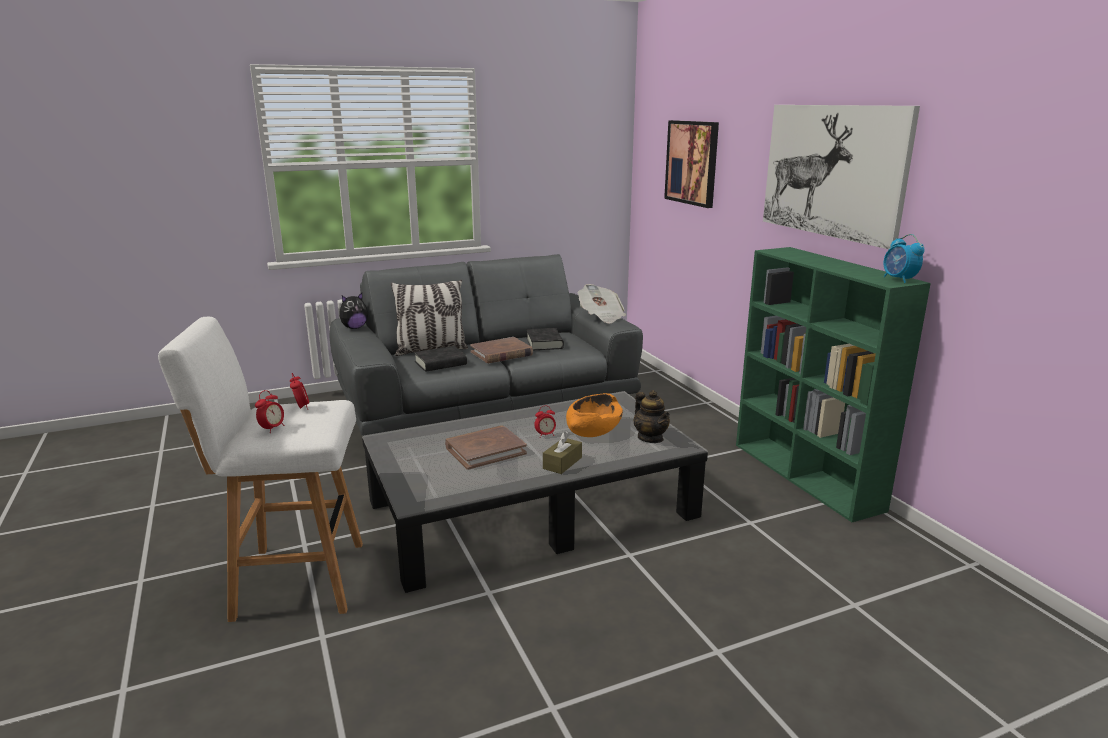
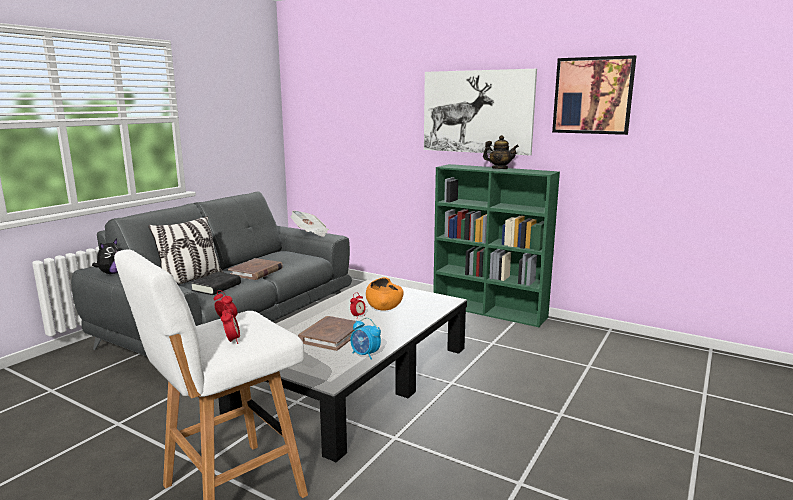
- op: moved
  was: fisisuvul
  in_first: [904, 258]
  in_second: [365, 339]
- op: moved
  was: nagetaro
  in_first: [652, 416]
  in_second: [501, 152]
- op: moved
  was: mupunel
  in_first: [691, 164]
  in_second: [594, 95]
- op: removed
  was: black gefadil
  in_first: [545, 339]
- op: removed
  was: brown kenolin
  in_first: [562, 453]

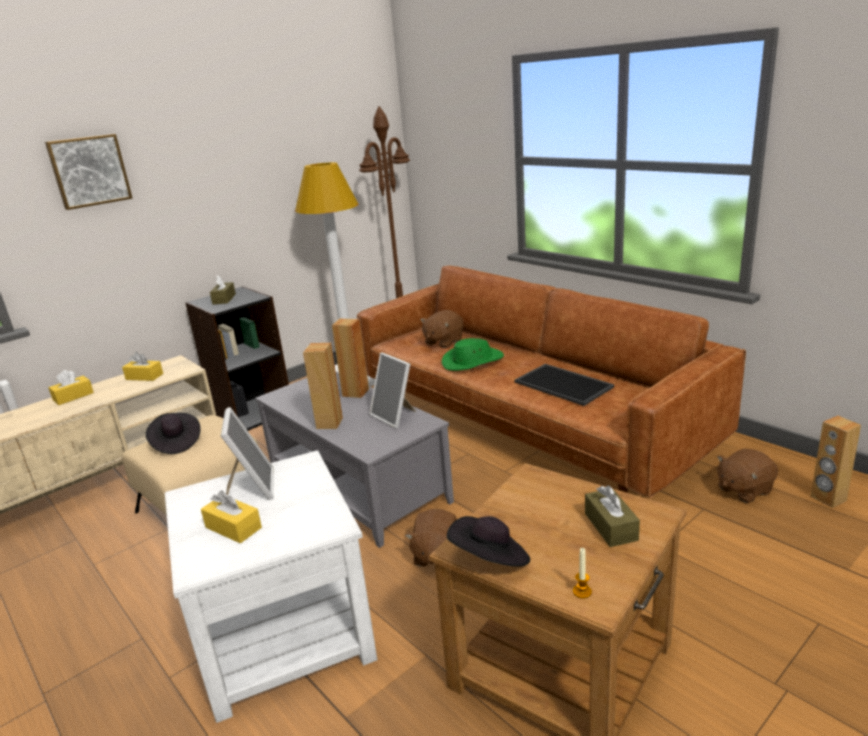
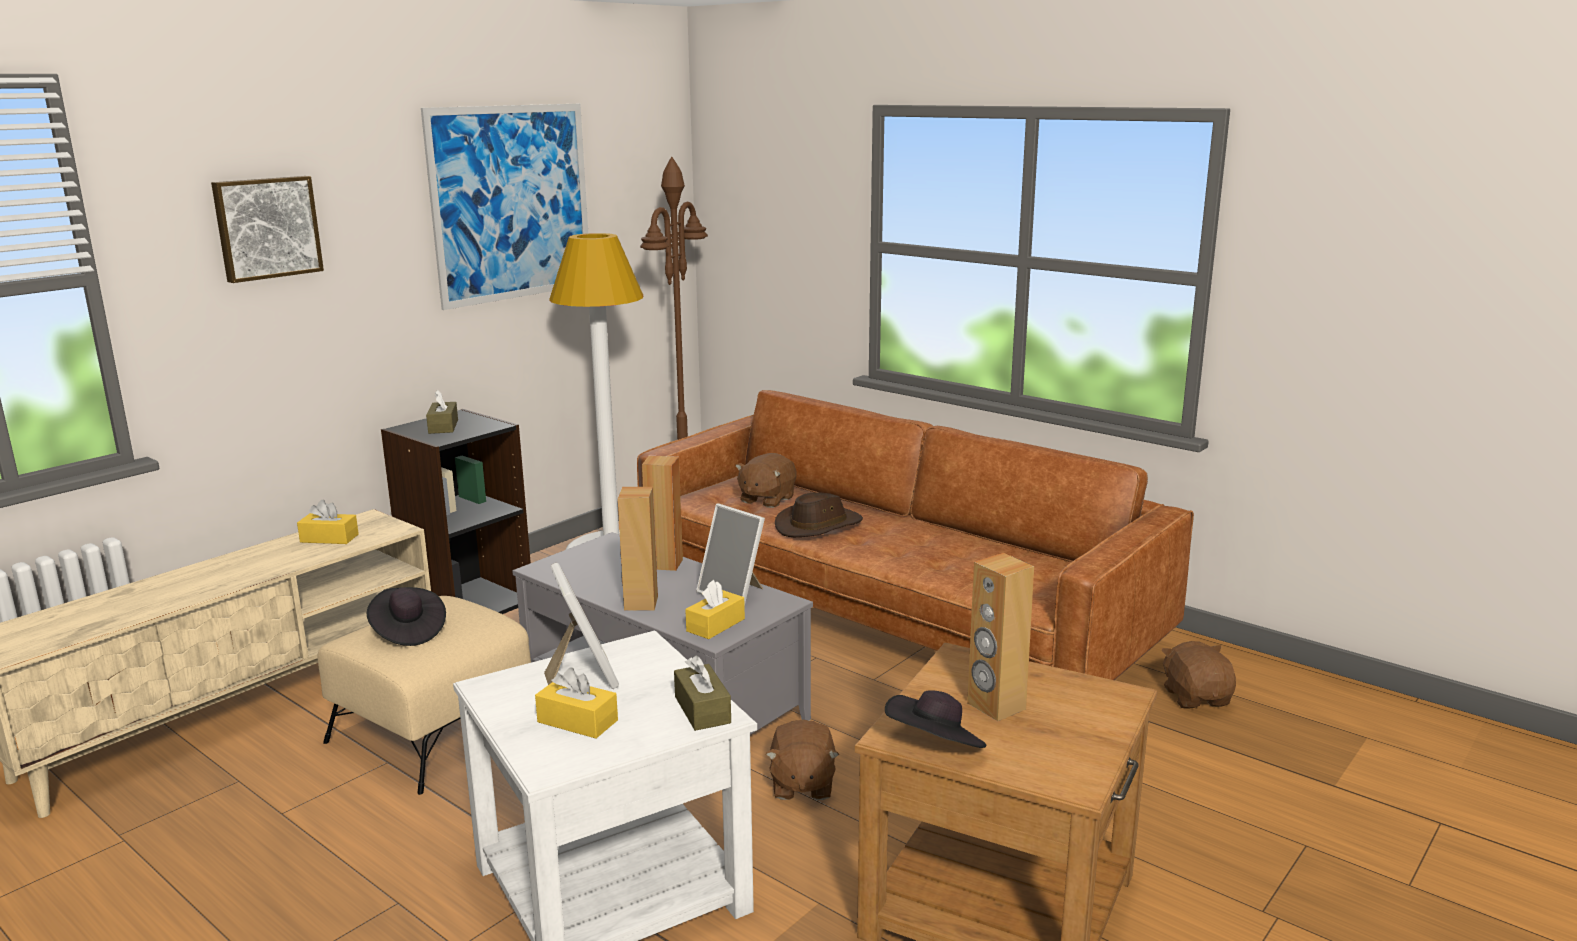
- op: added
  now: mupunel
  in_second: [504, 207]
- op: moved
  was: brown kenolin
  in_first: [612, 516]
  in_second: [702, 693]
- op: moved
  was: yellow kenolin
  in_first: [71, 387]
  in_second: [715, 609]
- op: recoloured
  was: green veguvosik
  now: brown veguvosik
  in_first: [473, 354]
  in_second: [819, 514]
- op: moved
  was: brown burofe
  in_first: [835, 462]
  in_second: [1000, 637]
- op: turned
  was: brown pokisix
  in_first: [747, 475]
  in_second: [1198, 675]
  clockwise: 120
- op: removed
  was: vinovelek
  in_first: [564, 385]
- op: removed
  was: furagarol
  in_first: [582, 573]

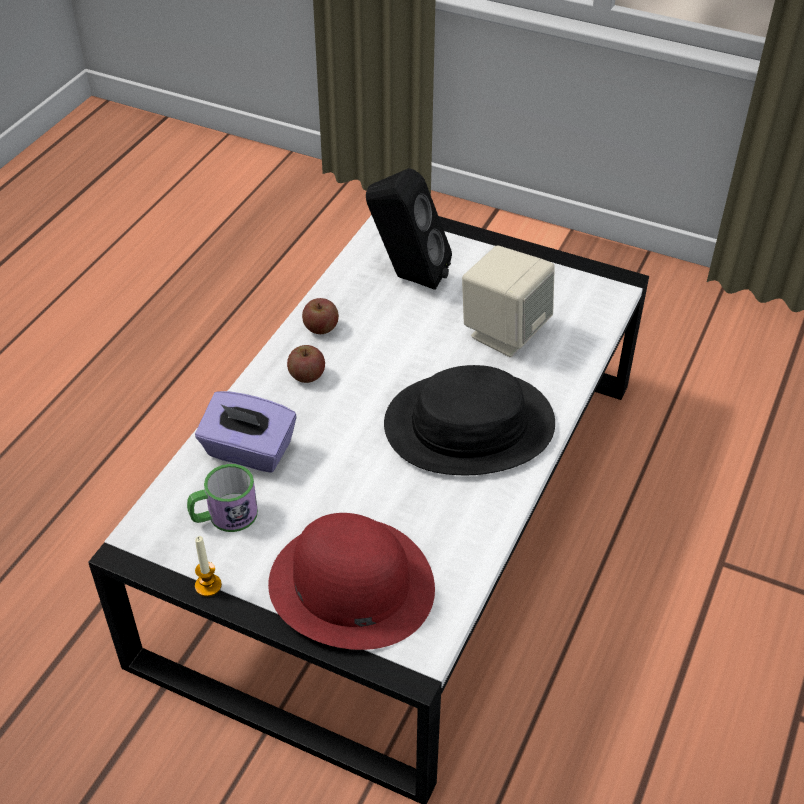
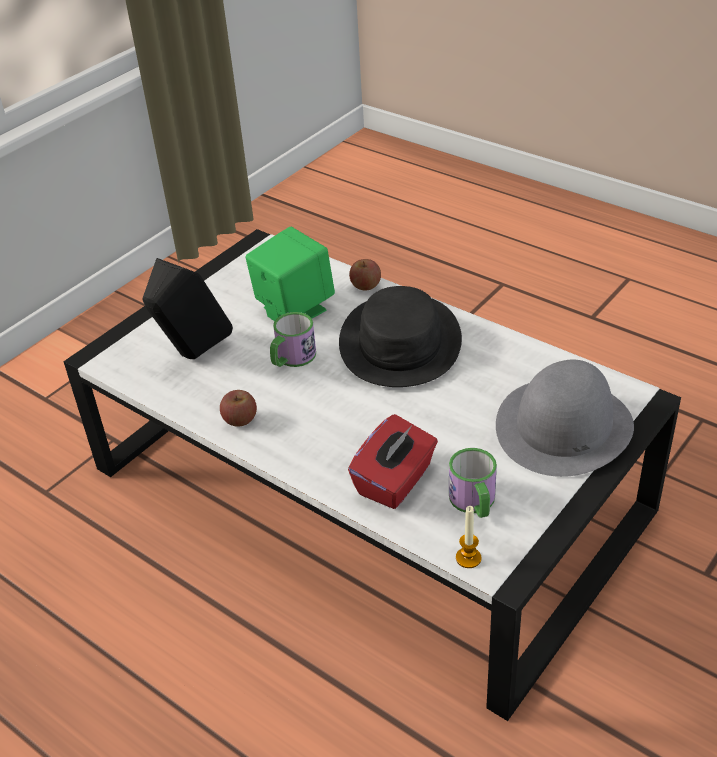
- op: recoloured
  was: beige burofe
  now: green burofe
  in_first: [508, 301]
  in_second: [290, 274]
- op: added
  now: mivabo
  in_second: [293, 339]
- op: recoloured
  was: purple kenolin
  now: red kenolin
  in_first: [246, 432]
  in_second: [393, 461]
- op: moved
  was: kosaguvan
  in_first: [306, 364]
  in_second: [365, 275]
- op: moved
  was: furagarol
  in_first: [208, 566]
  in_second: [469, 537]
- op: recoloured
  was: red veguvosik
  now: grey veguvosik
  in_first: [351, 581]
  in_second: [565, 418]

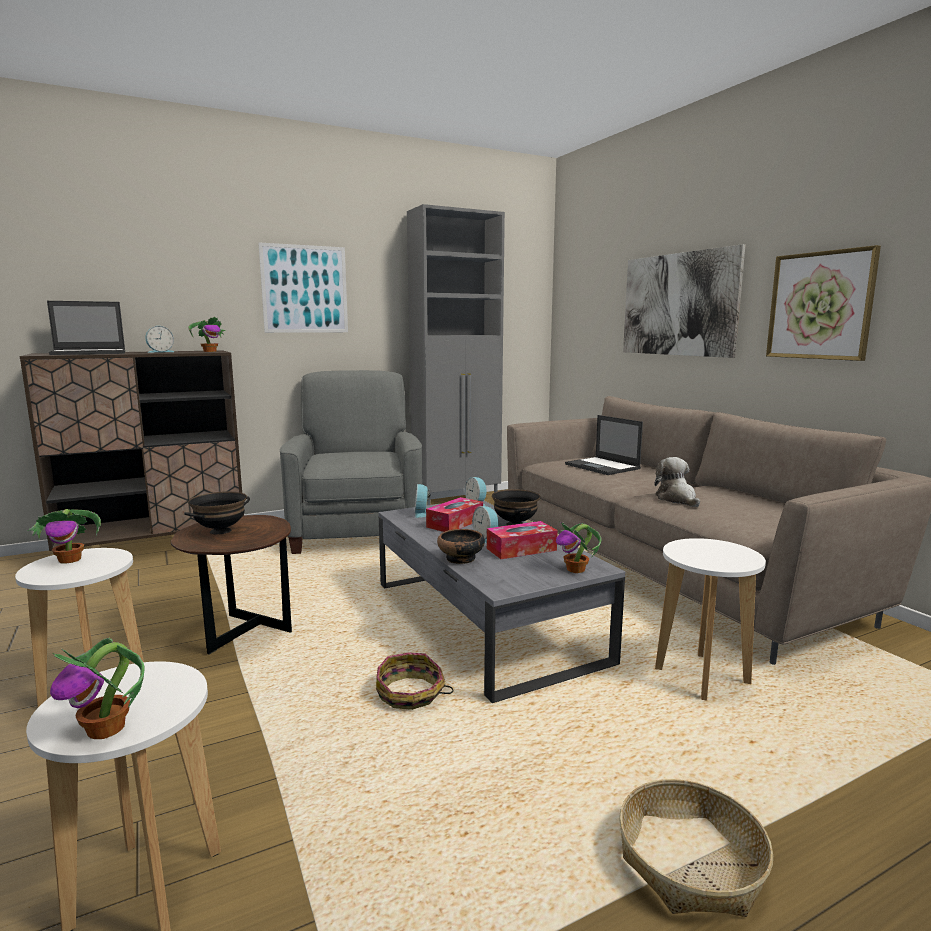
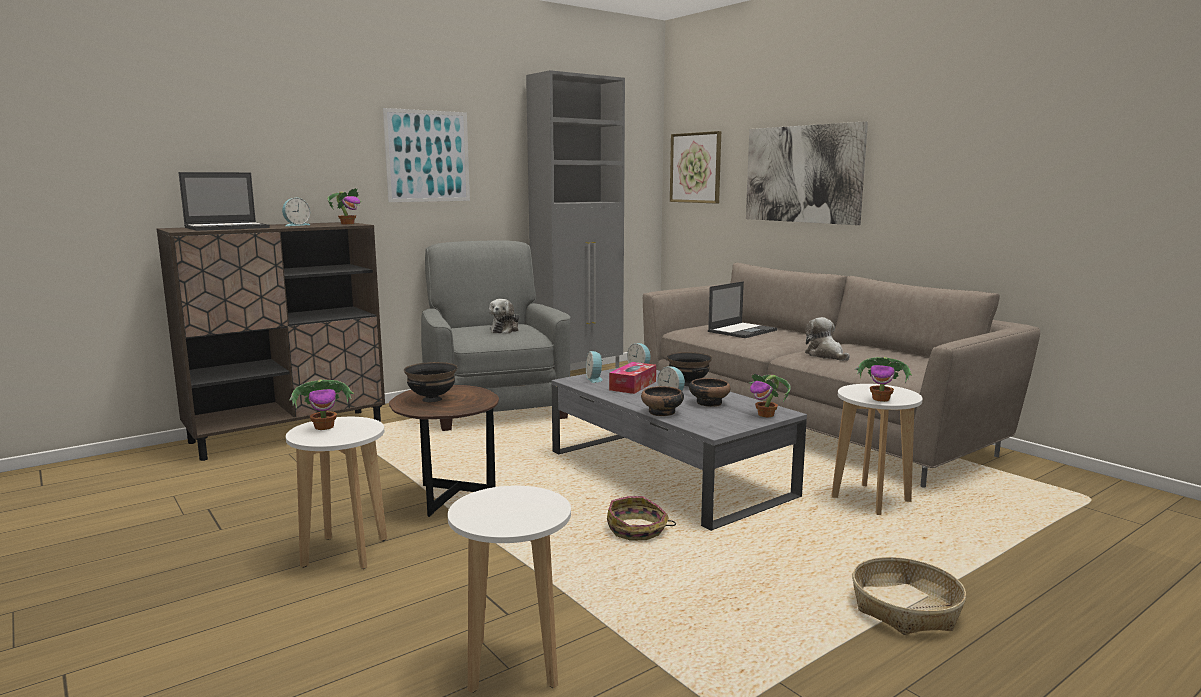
- op: added
  now: pokisix
  in_second: [504, 316]
- op: moved
  was: mupunel
  in_first: [823, 303]
  in_second: [695, 167]
- op: replaced
  was: kenolin
  now: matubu
  in_first: [522, 540]
  in_second: [710, 392]
- op: turned
  was: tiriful
  in_first: [604, 445]
  in_second: [742, 309]
  clockwise: -90
- op: moved
  was: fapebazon
  in_first: [97, 688]
  in_second: [883, 379]

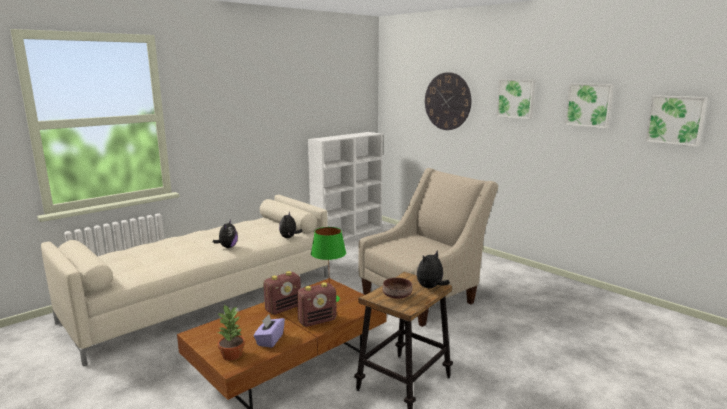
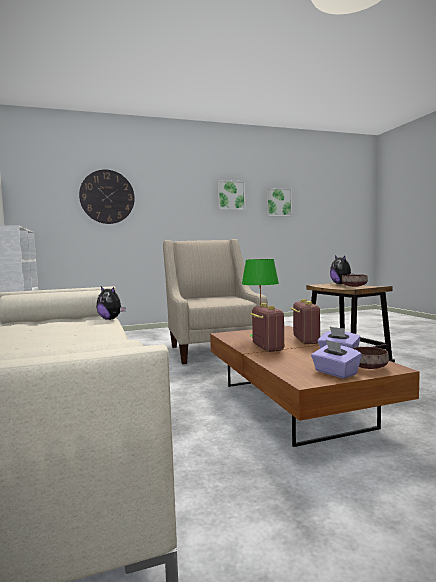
- op: added
  now: purple kenolin
  in_second: [336, 359]
- op: replaced
  was: fapebazon
  now: brown matubu
  in_first: [231, 333]
  in_second: [370, 358]
- op: removed
  was: pokisix
  in_first: [225, 234]
- op: removed
  was: mupunel
  in_first: [516, 99]

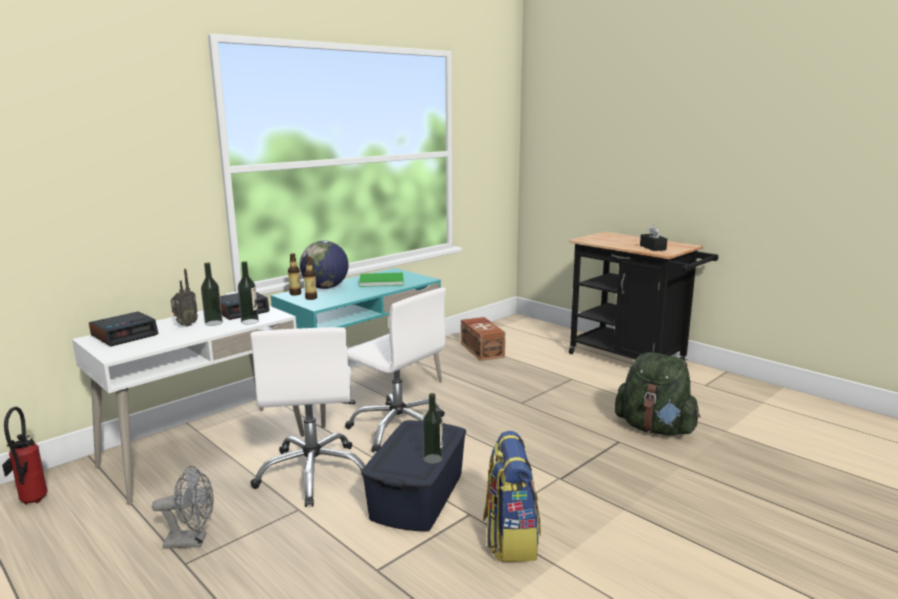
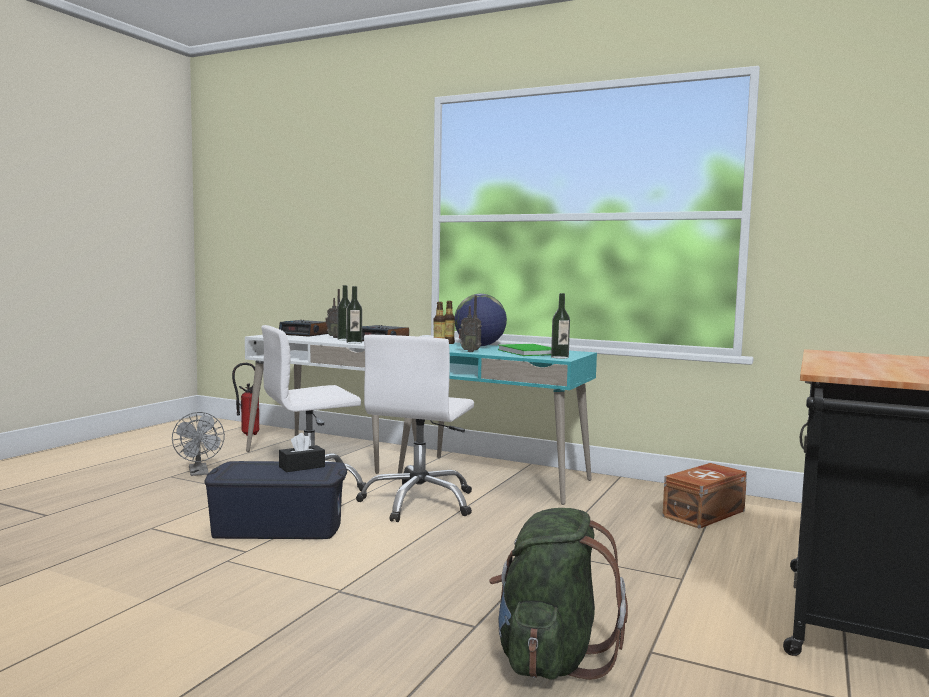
- op: moved
  was: black kenolin
  in_first: [653, 238]
  in_second: [302, 452]
- op: added
  now: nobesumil
  in_second: [470, 323]
- op: moved
  was: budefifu
  in_first: [433, 428]
  in_second: [560, 326]
- op: removed
  was: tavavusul
  in_first: [512, 496]

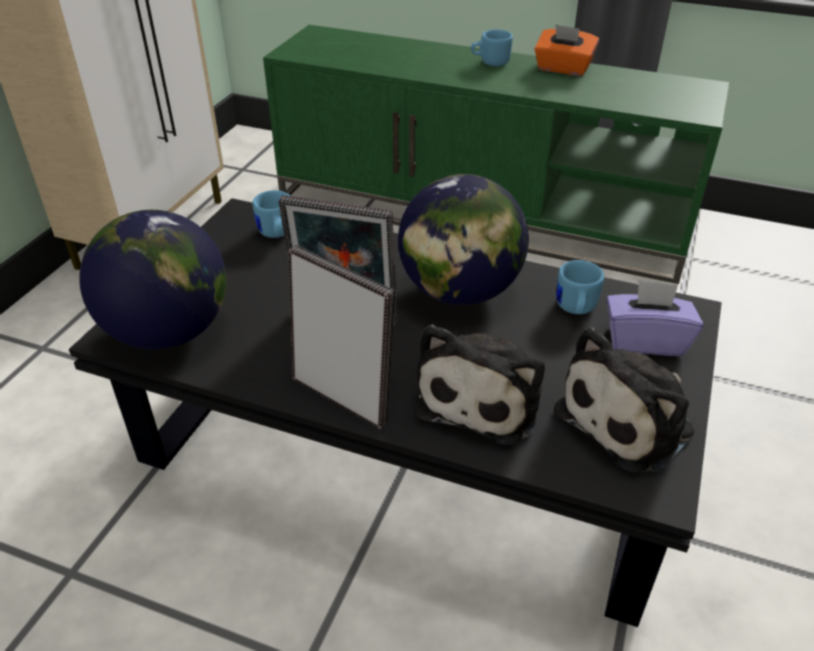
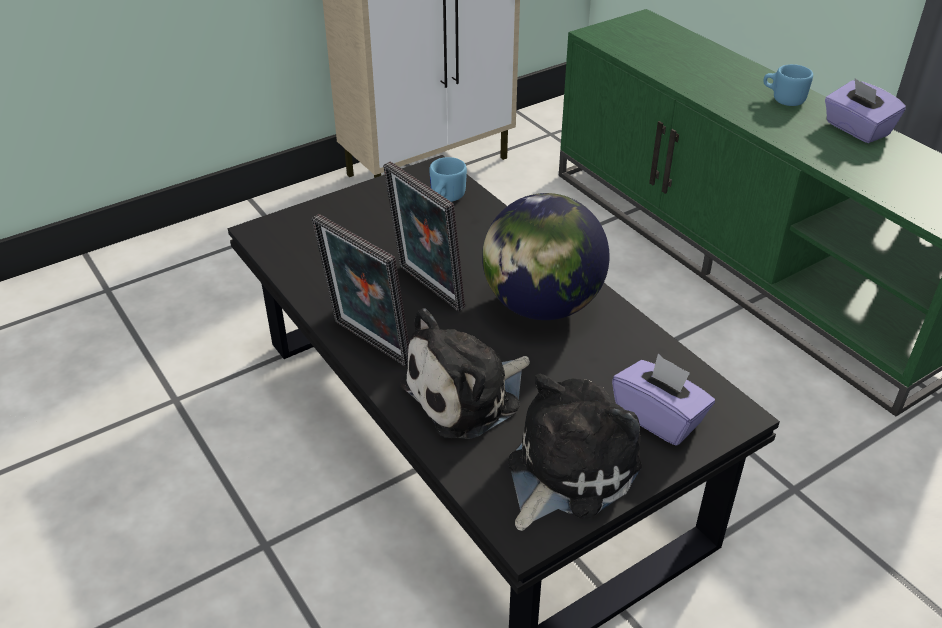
- op: turned
  was: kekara
  in_first: [341, 337]
  in_second: [360, 290]
  clockwise: 150
- op: turned
  was: pokisix
  in_first: [624, 399]
  in_second: [575, 452]
  clockwise: 135
- op: recoloured
  was: orange kenolin
  now: purple kenolin
  in_first: [567, 50]
  in_second: [865, 110]
- op: removed
  was: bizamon
  in_first: [152, 280]
- op: removed
  was: blue mivabo
  in_first: [580, 287]

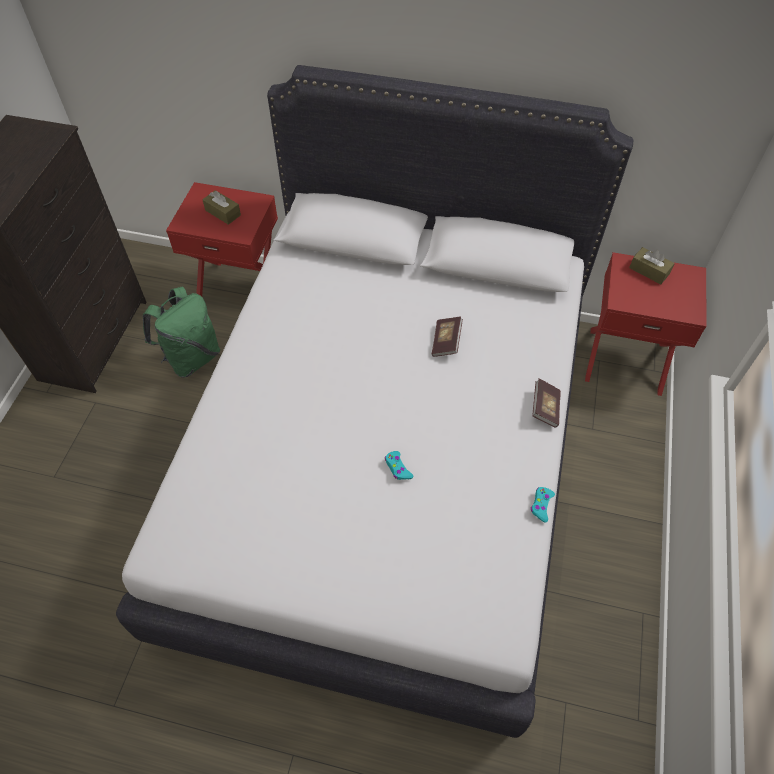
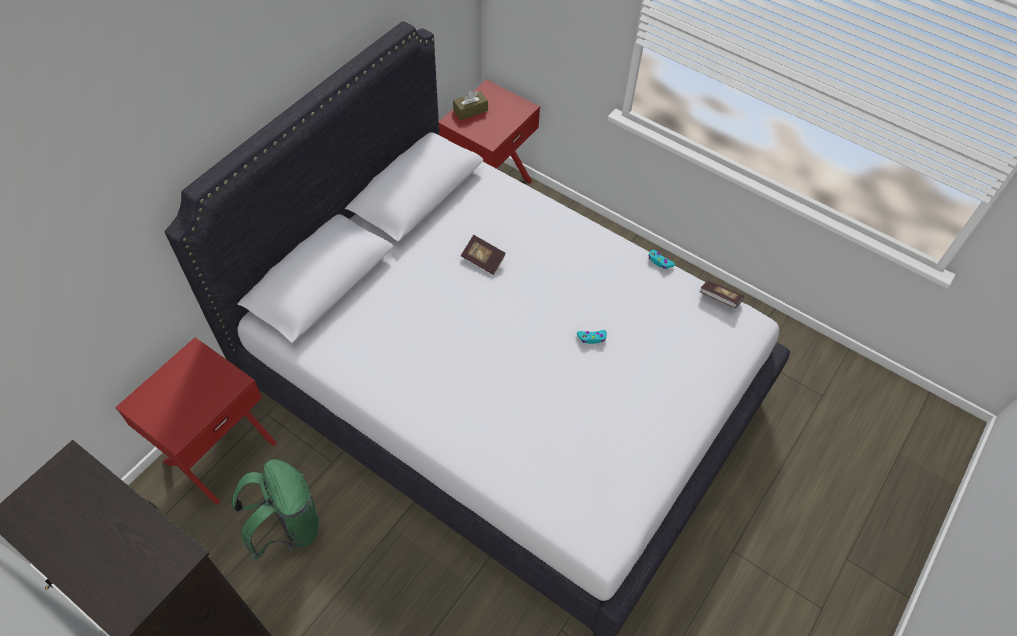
- op: moved
  was: gefadil
  in_first: [546, 403]
  in_second: [721, 294]
- op: removed
  was: brown kenolin
  in_first: [221, 207]

